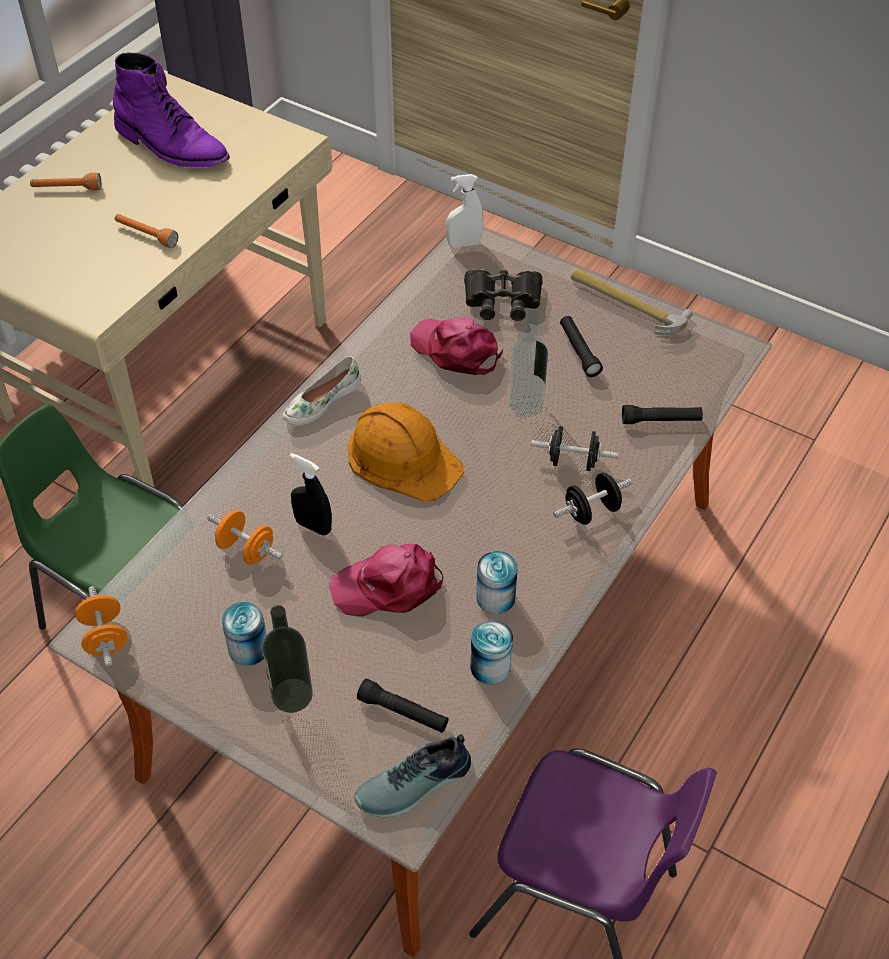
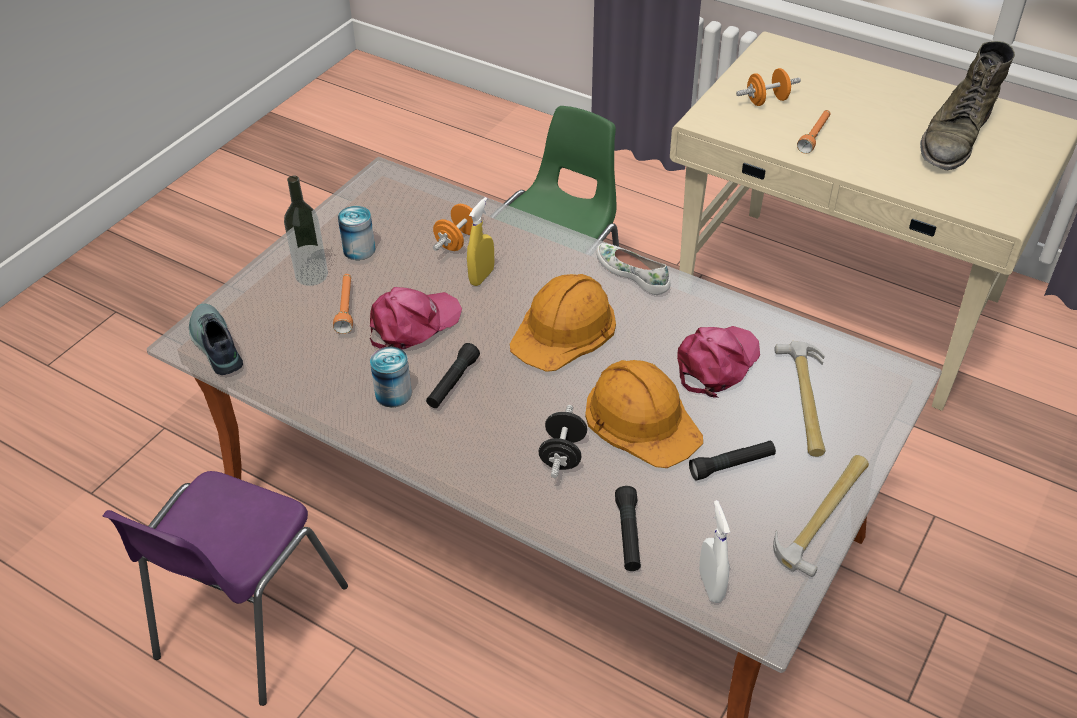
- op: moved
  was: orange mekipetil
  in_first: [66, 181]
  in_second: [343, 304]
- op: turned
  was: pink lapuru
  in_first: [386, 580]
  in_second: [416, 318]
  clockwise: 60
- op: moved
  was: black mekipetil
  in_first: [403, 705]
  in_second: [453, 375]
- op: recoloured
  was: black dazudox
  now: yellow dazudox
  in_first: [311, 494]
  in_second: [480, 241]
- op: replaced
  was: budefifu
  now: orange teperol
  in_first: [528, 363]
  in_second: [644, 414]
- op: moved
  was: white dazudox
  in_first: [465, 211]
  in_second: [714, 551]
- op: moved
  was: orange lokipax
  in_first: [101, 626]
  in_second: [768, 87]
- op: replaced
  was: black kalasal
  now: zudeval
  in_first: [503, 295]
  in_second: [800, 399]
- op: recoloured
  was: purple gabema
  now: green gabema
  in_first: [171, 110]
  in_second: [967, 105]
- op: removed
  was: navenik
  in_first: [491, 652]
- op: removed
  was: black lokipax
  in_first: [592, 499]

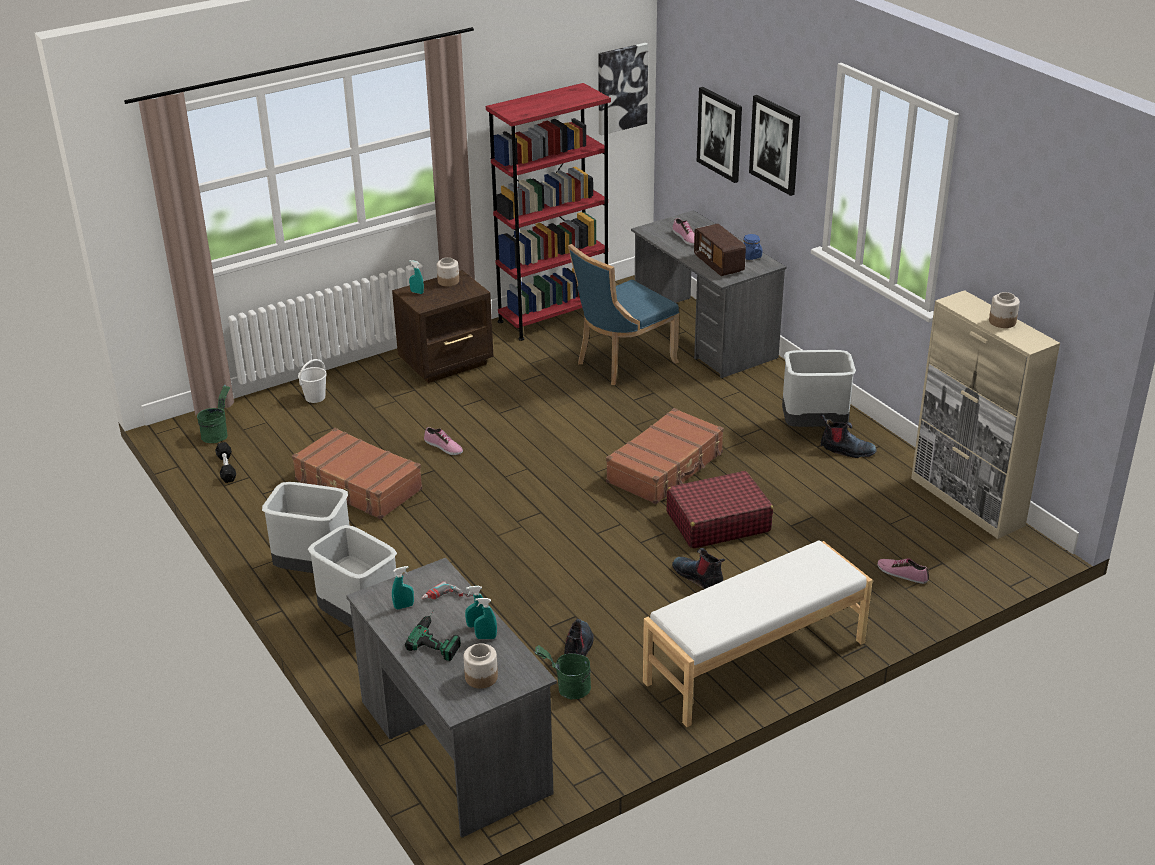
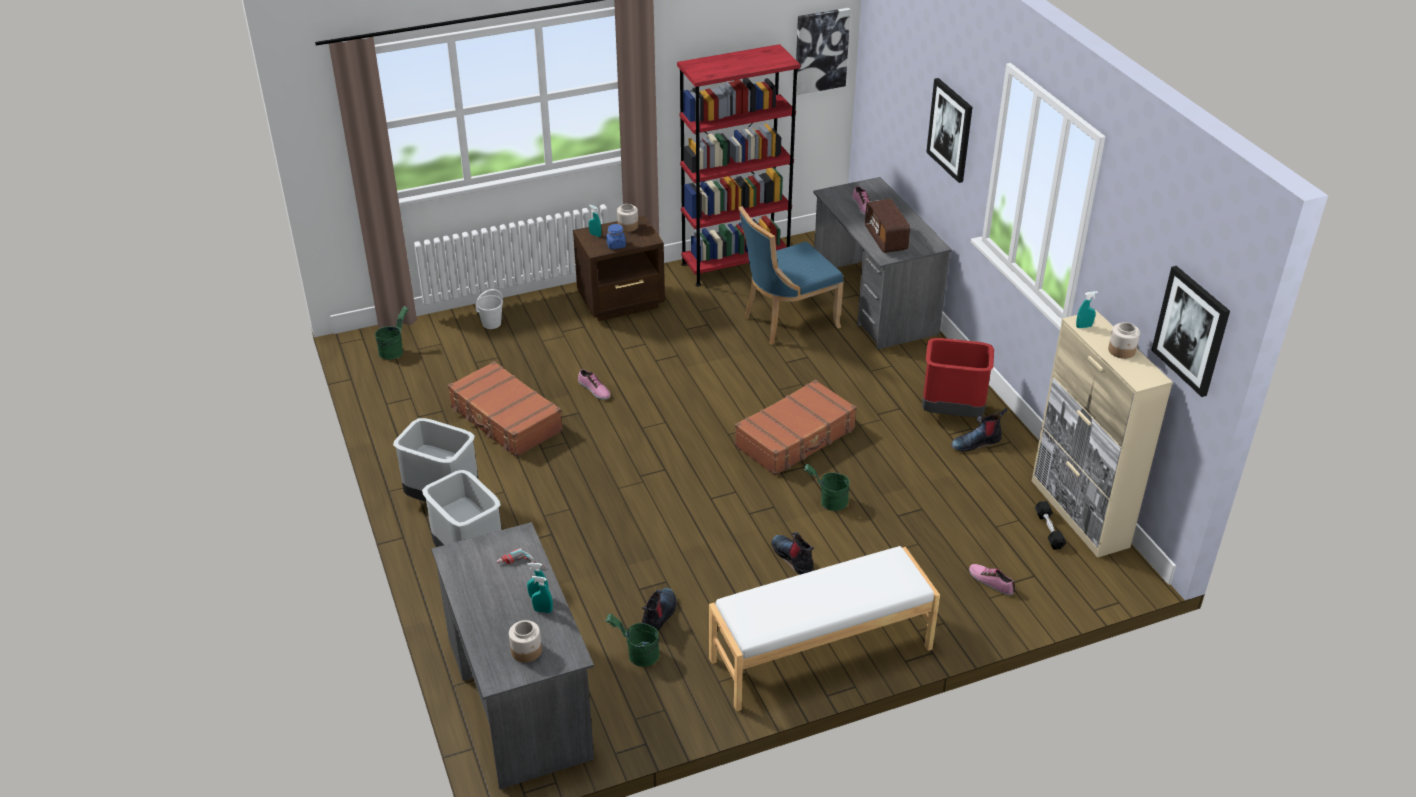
- op: moved
  was: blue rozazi
  in_first: [752, 247]
  in_second: [616, 236]
- op: replaced
  was: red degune
  now: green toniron
  in_first: [719, 510]
  in_second: [826, 487]
- op: recoloured
  was: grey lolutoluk
  now: red lolutoluk
  in_first: [819, 388]
  in_second: [958, 377]
- op: turned
  was: gabema
  in_first: [848, 435]
  in_second: [979, 429]
  clockwise: 135
- op: moved
  was: black lokipax
  in_first: [225, 462]
  in_second: [1050, 525]
- op: moved
  was: turquoise dazudox
  in_first: [403, 587]
  in_second: [1087, 309]
- op: moved
  was: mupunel
  in_first: [719, 135]
  in_second: [1191, 331]
- op: removed
  was: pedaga
  in_first: [433, 635]

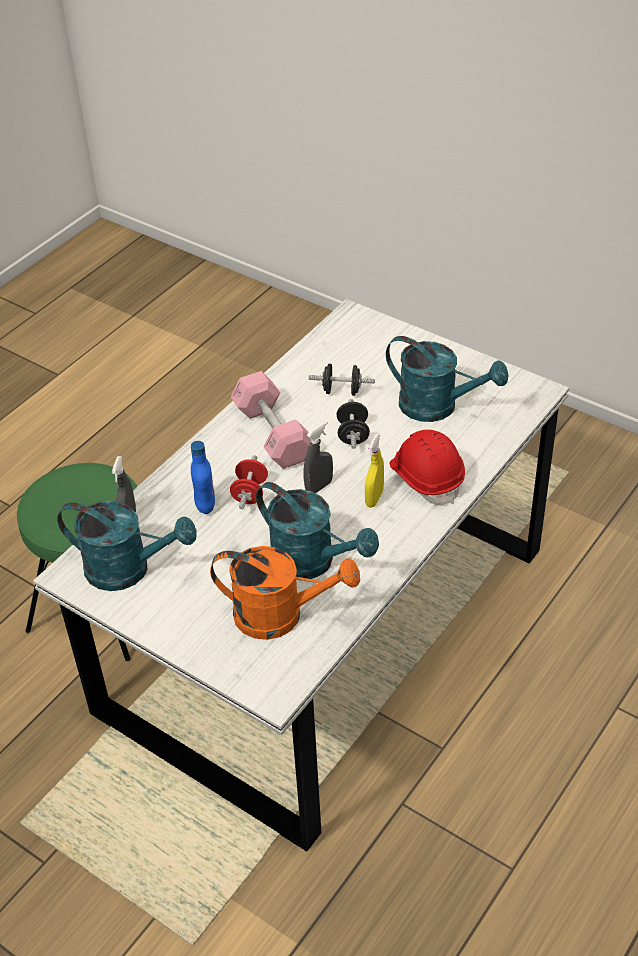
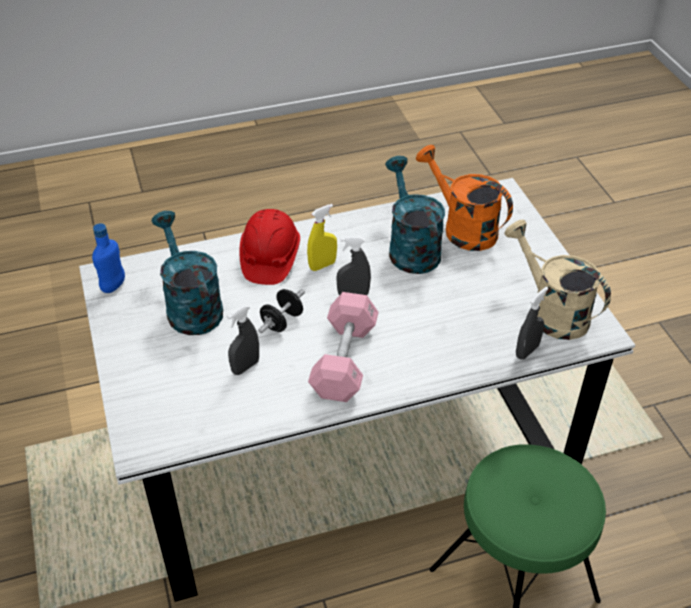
- op: moved
  was: blue budefifu
  in_first: [203, 477]
  in_second: [108, 258]
- op: replaced
  was: black lokipax
  now: grey dazudox
  in_first: [342, 380]
  in_second: [243, 340]
- op: recoloured
  was: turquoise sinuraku
  now: beige sinuraku
  in_first: [127, 546]
  in_second: [557, 280]
- op: removed
  was: red lokipax
  in_first: [249, 482]

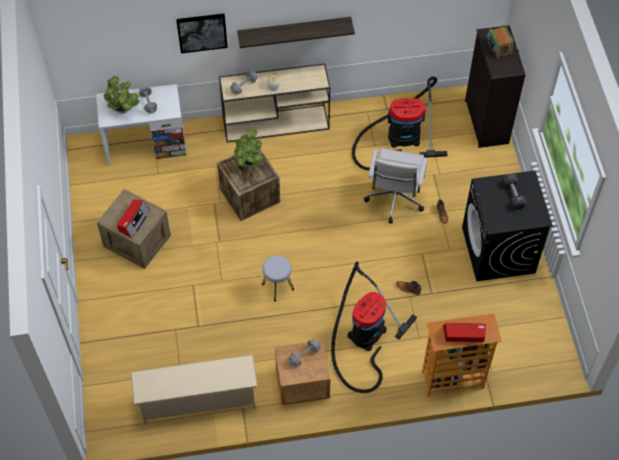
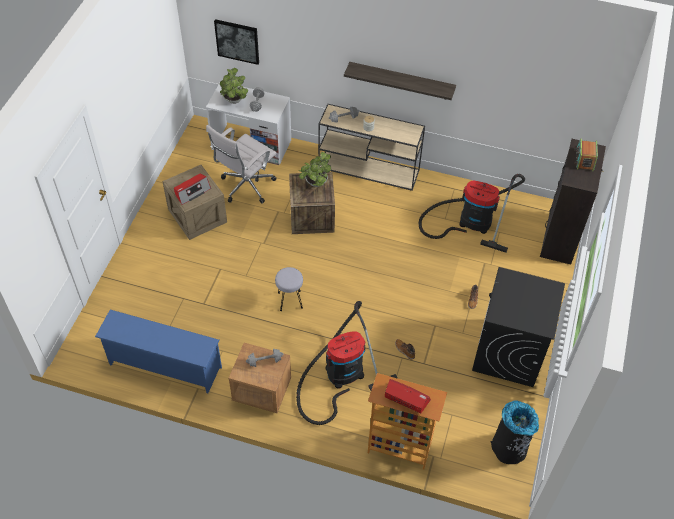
- op: recoloured
  was: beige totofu
  now: blue totofu
  in_first: [194, 390]
  in_second: [158, 351]
- op: moved
  was: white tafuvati
  in_first: [396, 186]
  in_second: [241, 164]
- op: moved
  was: mupunel
  in_first: [202, 33]
  in_second: [236, 42]
- op: added
  now: black lolutoluk
  in_second: [515, 432]
- op: removed
  was: black lokipax
  in_first: [515, 191]

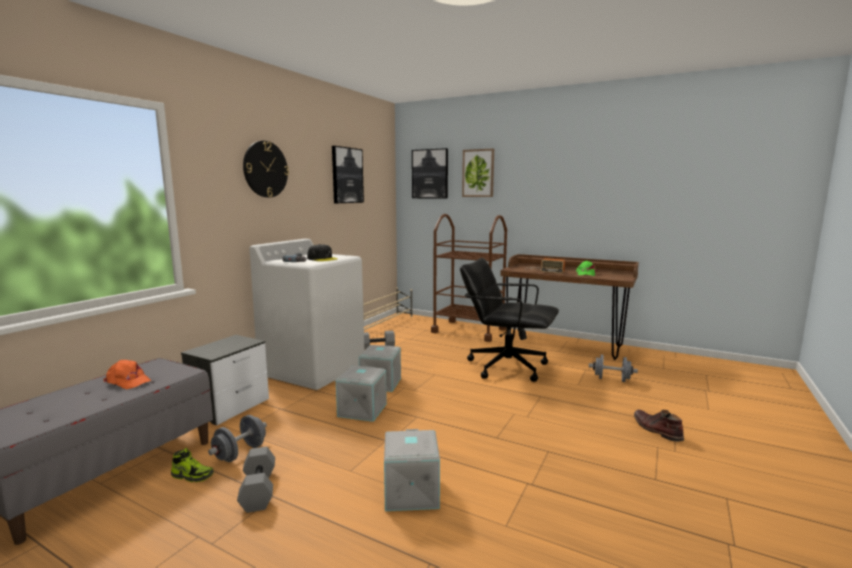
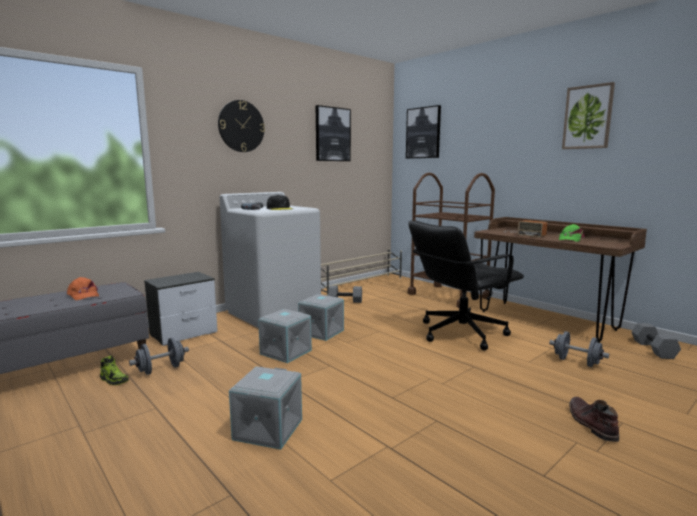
- op: turned
  was: black tafuvati
  in_first: [509, 320]
  in_second: [466, 286]
  clockwise: -75
- op: moved
  was: mupunel
  in_first: [478, 172]
  in_second: [588, 115]
- op: moved
  was: grey lokipax
  in_first: [256, 480]
  in_second: [656, 341]

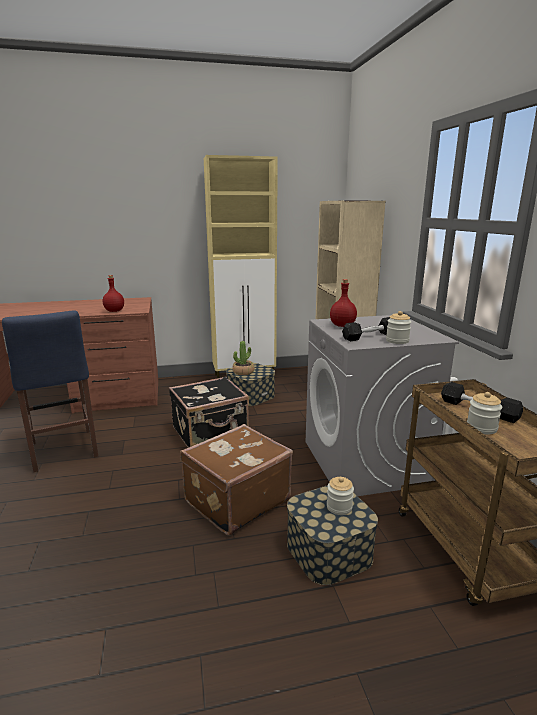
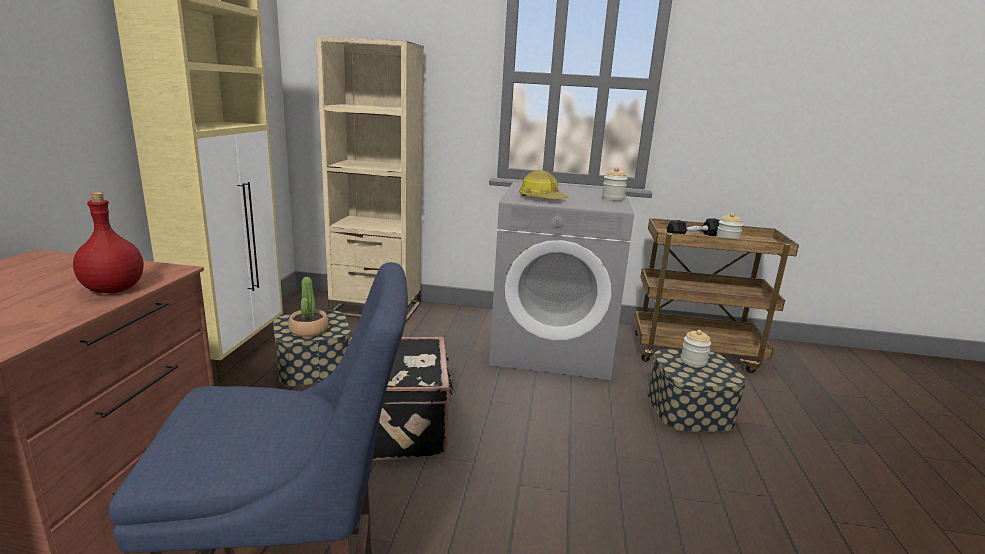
- op: replaced
  was: red budefifu
  now: teperol
  in_first: [343, 303]
  in_second: [543, 184]
- op: removed
  was: brown degune
  in_first: [236, 480]
- op: removed
  was: black lokipax
  in_first: [366, 329]

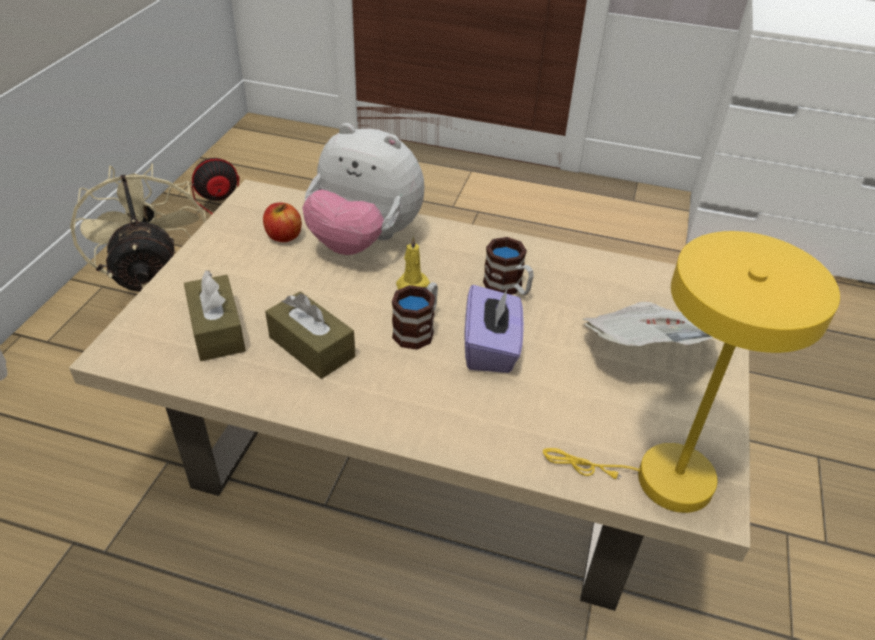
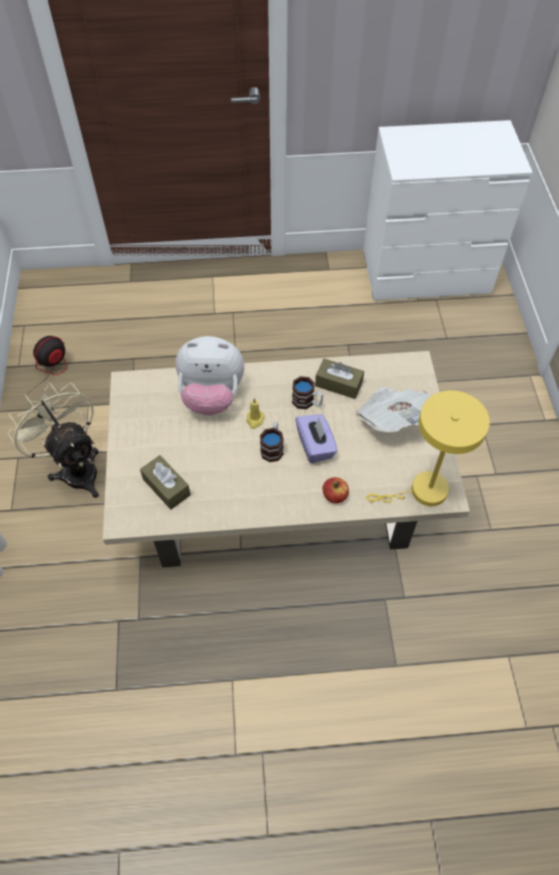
- op: moved
  was: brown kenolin
  in_first: [310, 335]
  in_second: [339, 379]
- op: moved
  was: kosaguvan
  in_first: [282, 222]
  in_second: [335, 490]

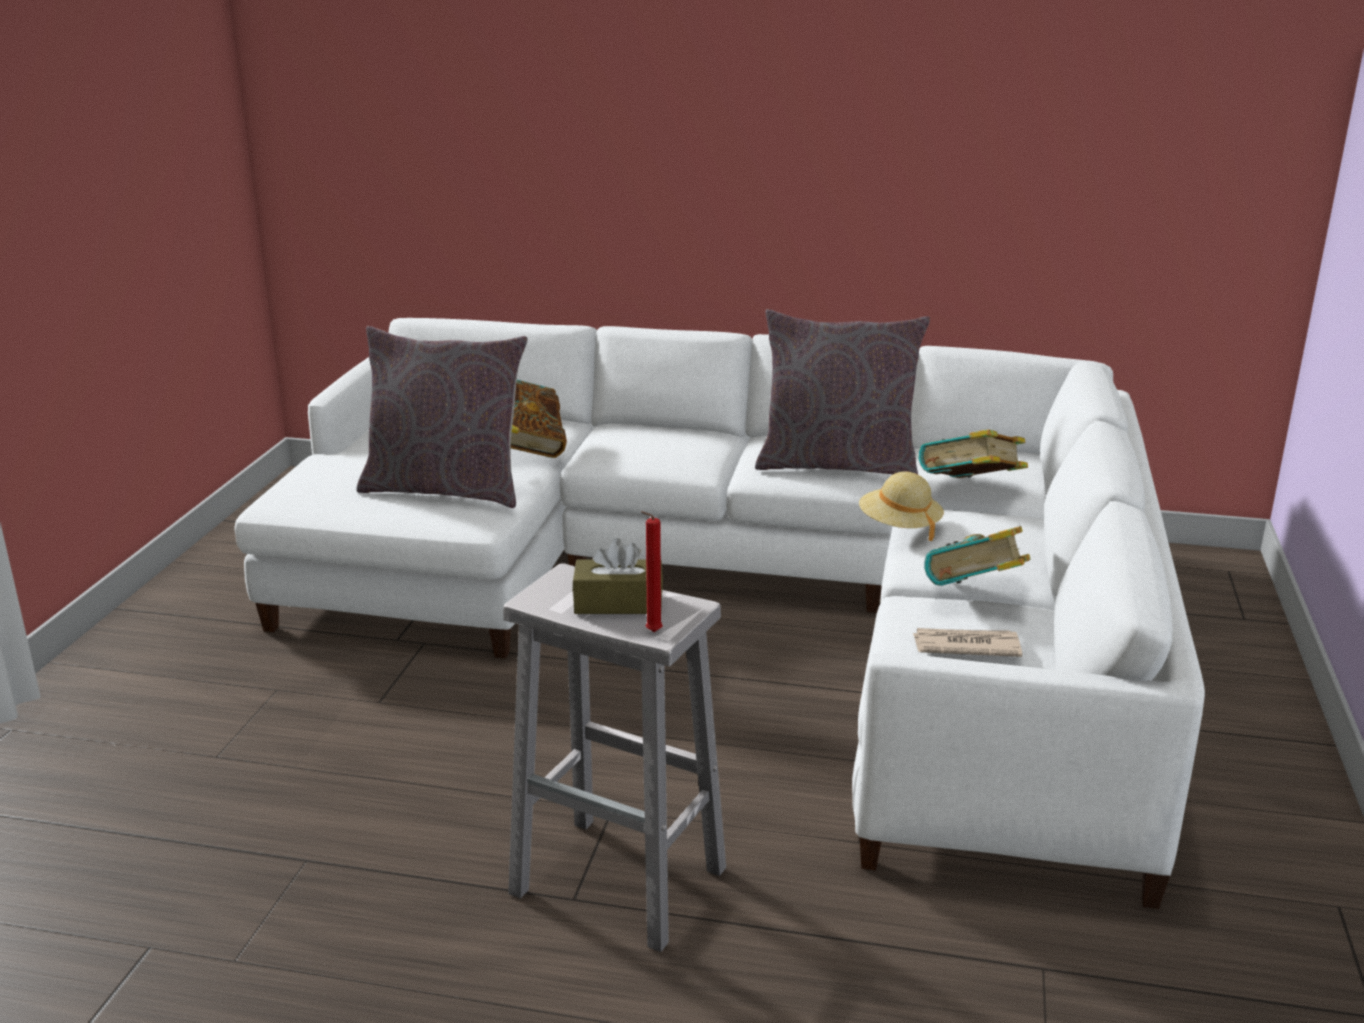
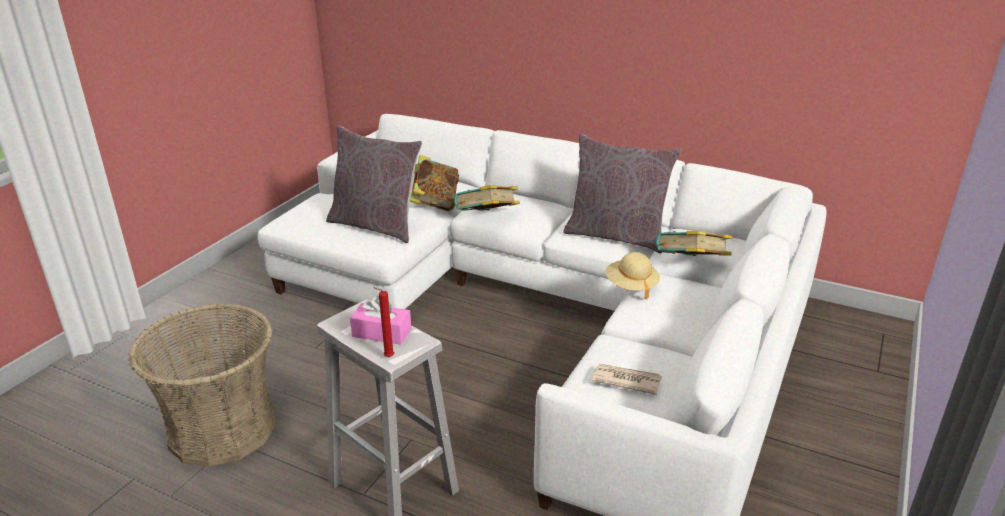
- op: added
  now: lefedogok
  in_second: [202, 385]
- op: recoloured
  was: brown kenolin
  now: pink kenolin
  in_first: [617, 576]
  in_second: [380, 320]
- op: moved
  was: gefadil
  in_first: [977, 556]
  in_second: [487, 198]

